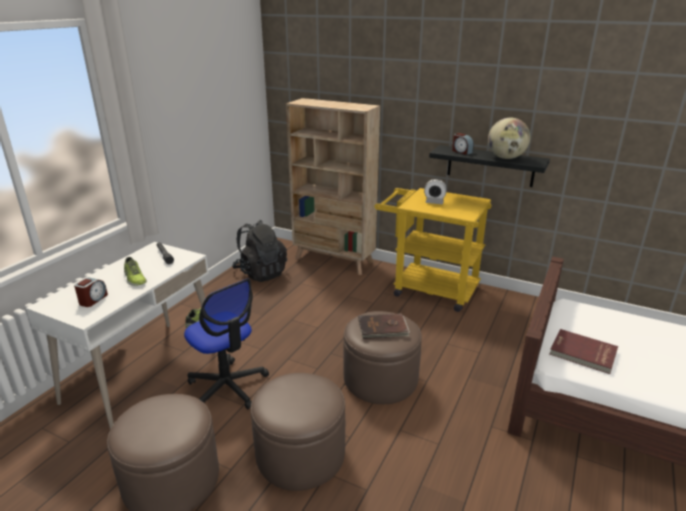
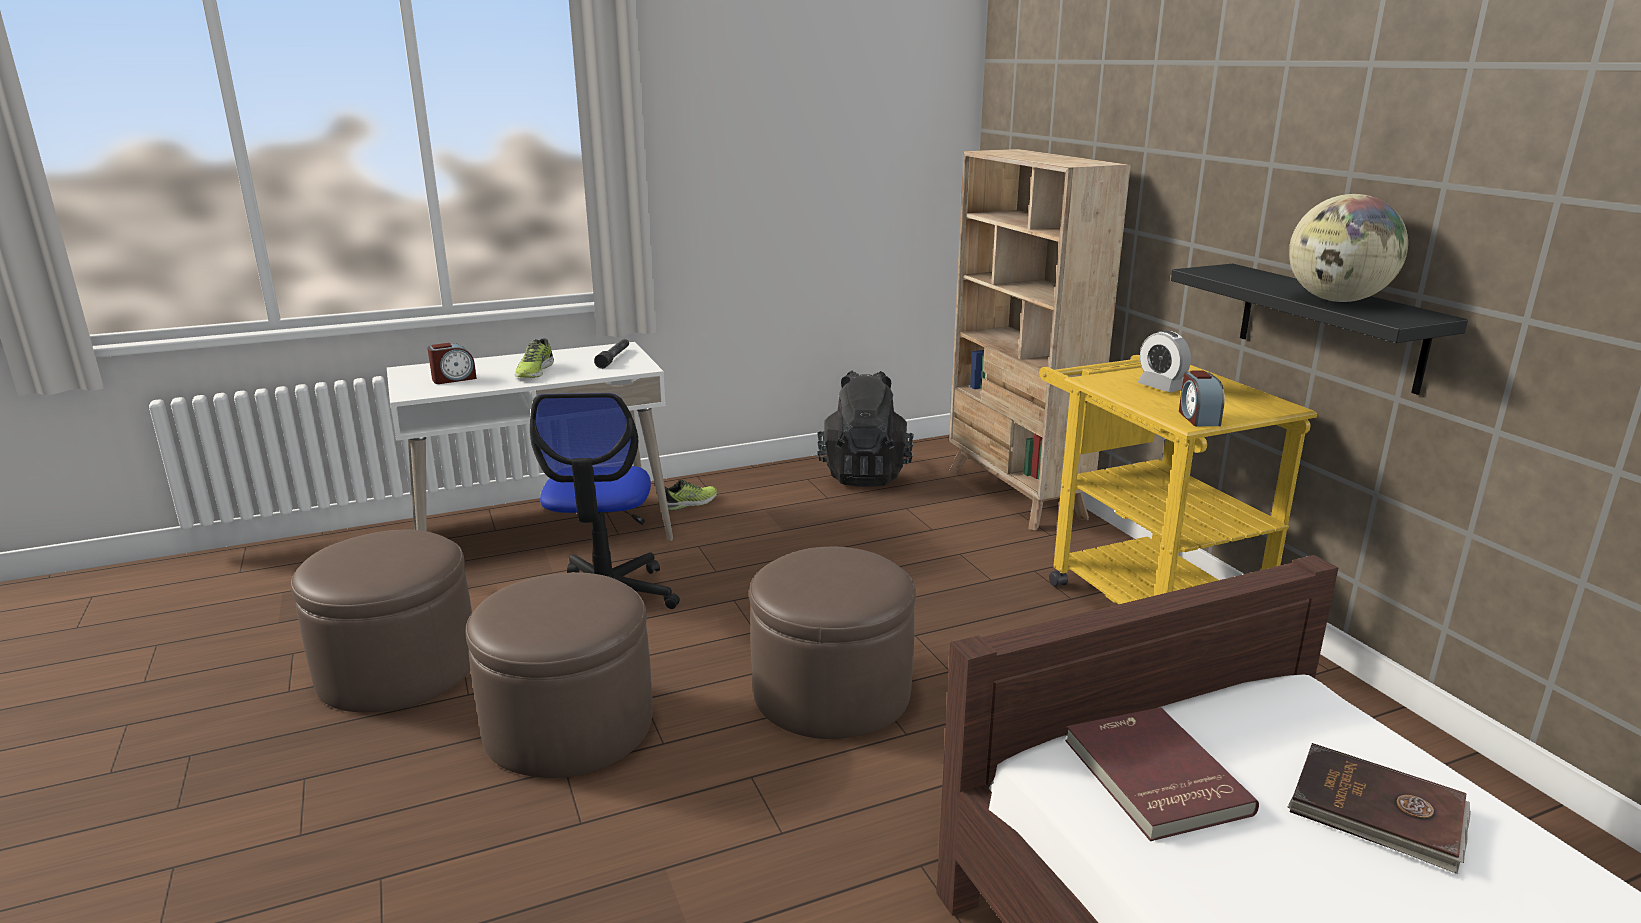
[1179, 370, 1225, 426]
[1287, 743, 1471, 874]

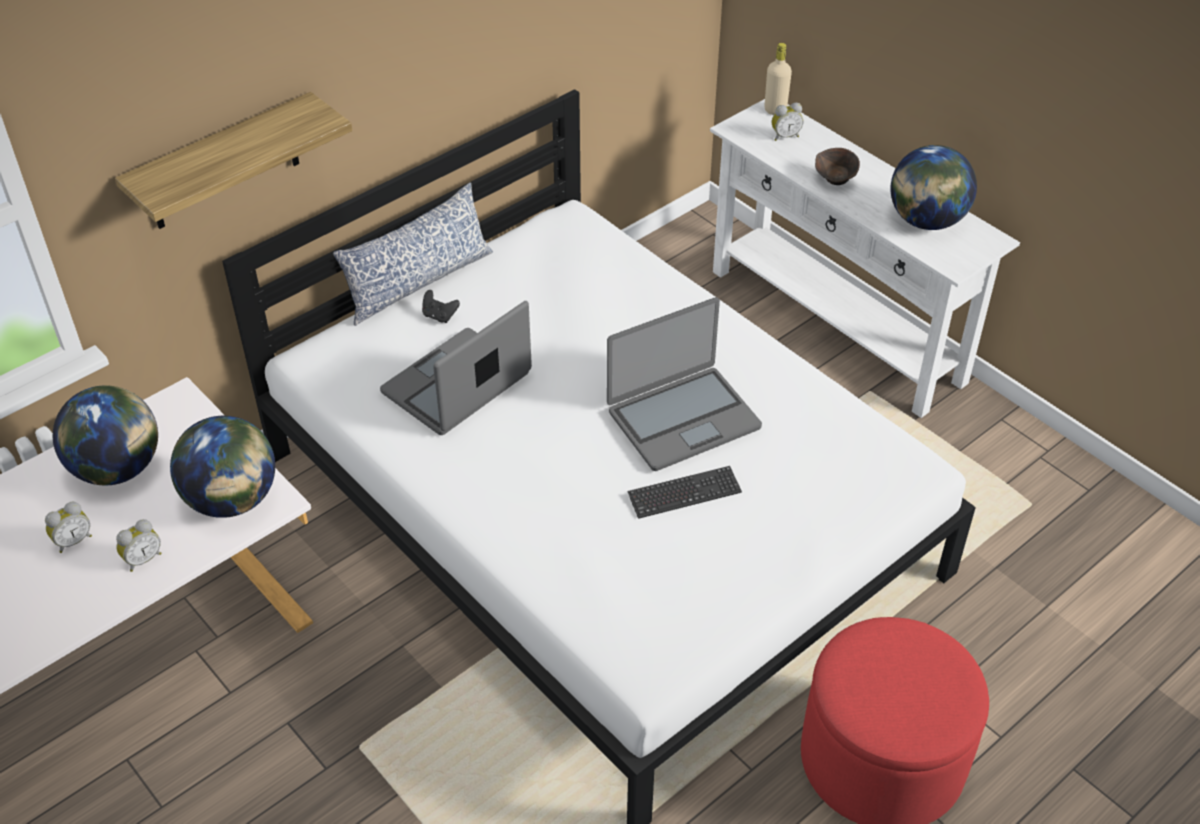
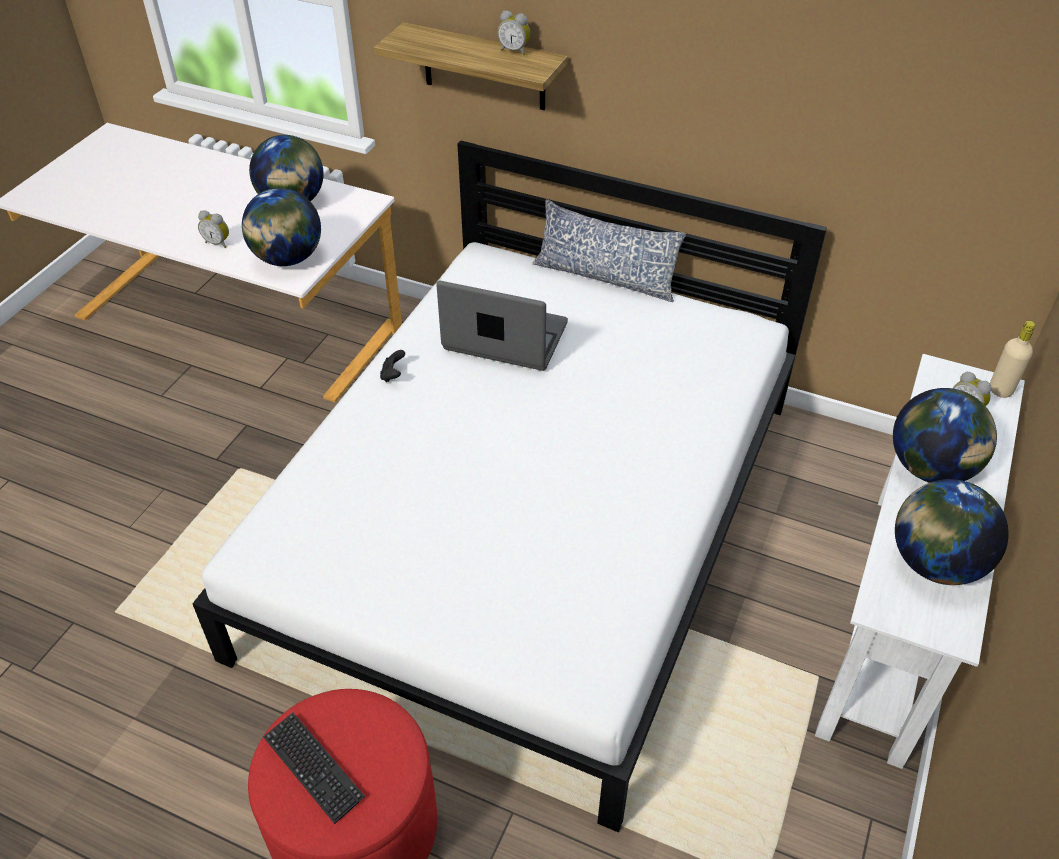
[893, 388, 997, 483]
[380, 350, 405, 382]
[607, 297, 762, 471] (first image)
[263, 713, 365, 824]
[497, 11, 530, 55]

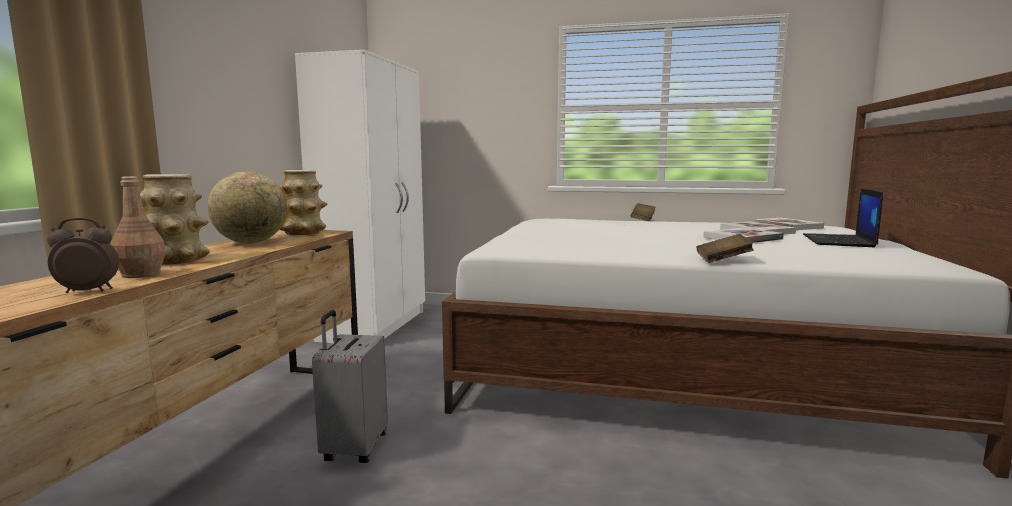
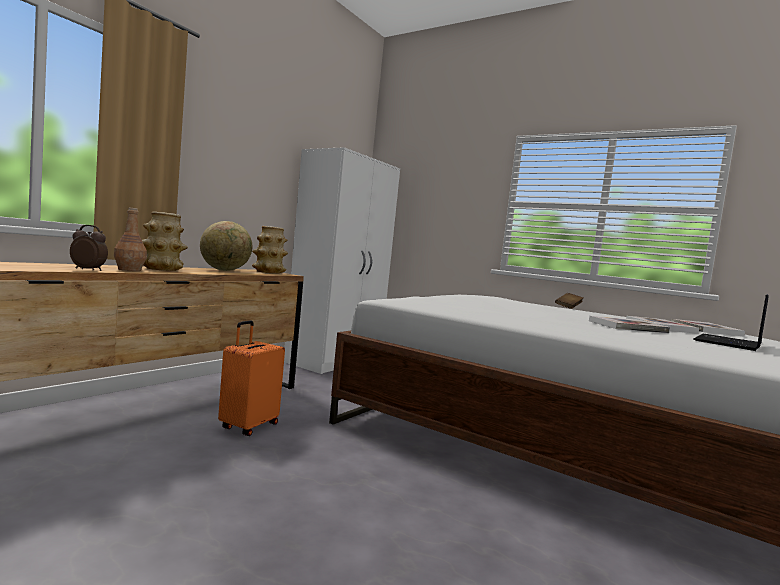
[696, 234, 754, 263] (first image)
[218, 320, 285, 436]

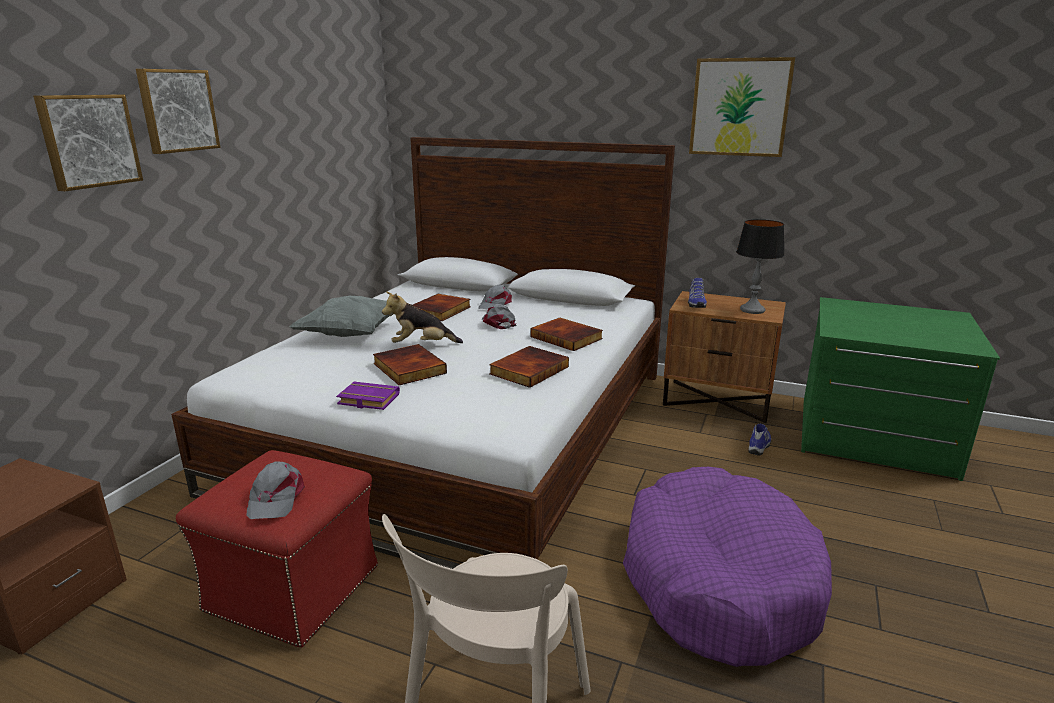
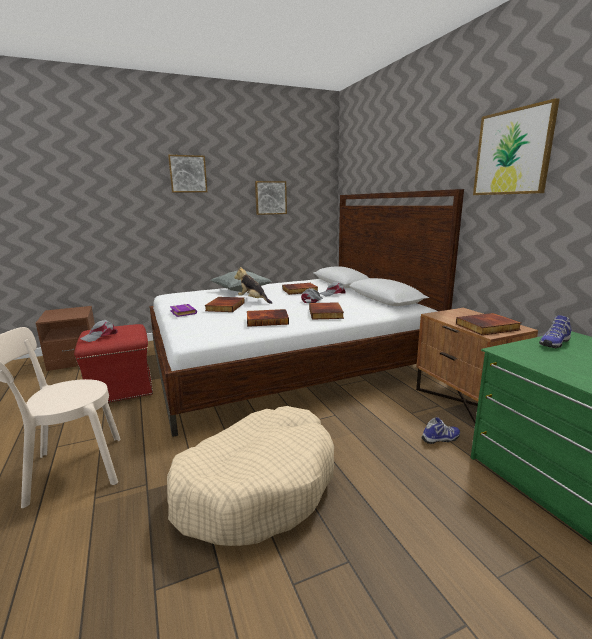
[255, 181, 287, 215]
[456, 313, 521, 335]
[539, 315, 571, 348]
[167, 406, 334, 546]

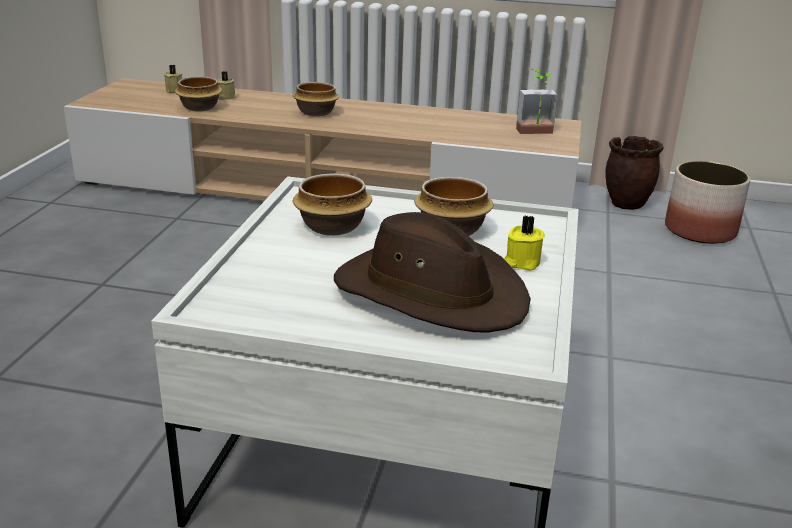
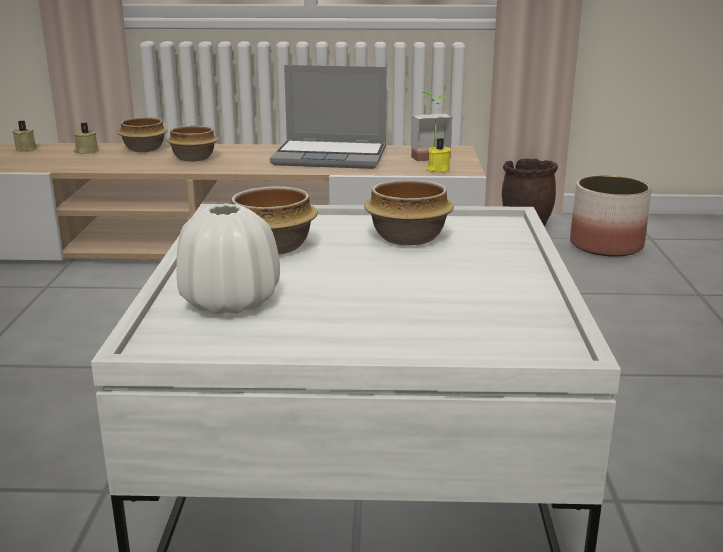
[117, 117, 168, 152]
[334, 212, 531, 333] (first image)
[426, 138, 451, 172]
[270, 65, 387, 169]
[176, 204, 280, 315]

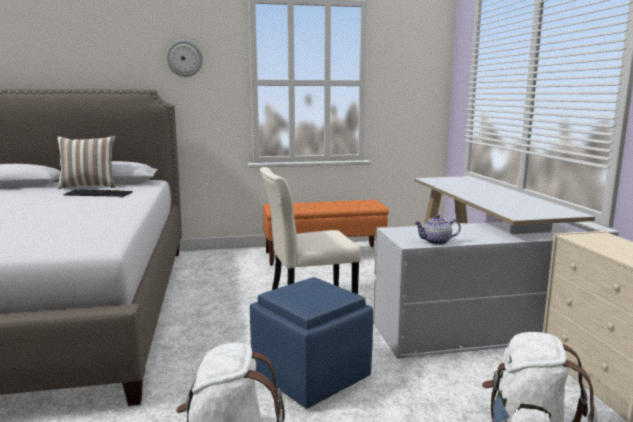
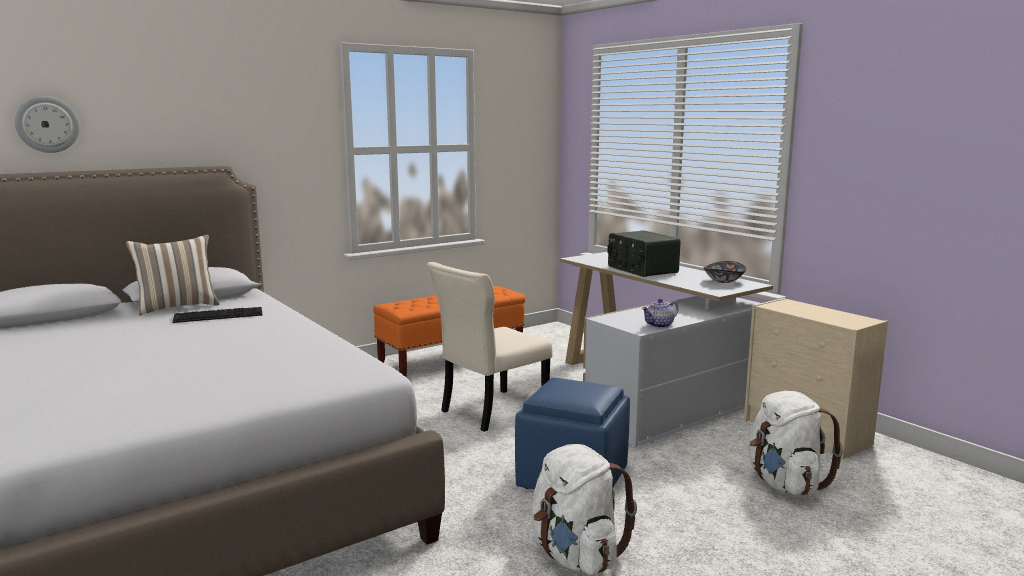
[15, 96, 80, 153]
[607, 230, 680, 277]
[704, 261, 747, 283]

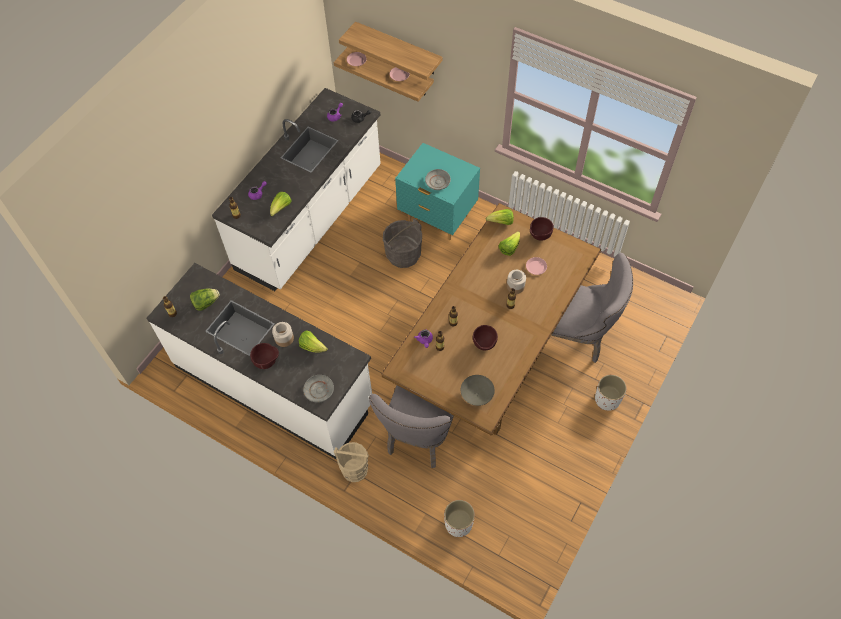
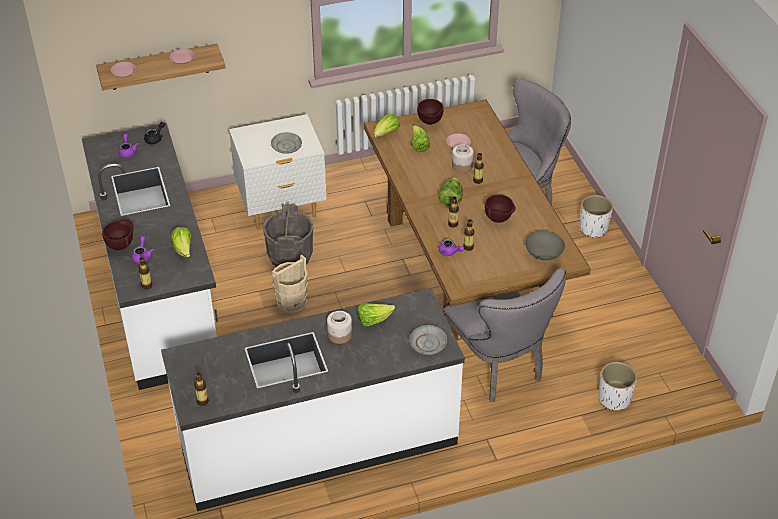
[339, 21, 443, 80] (first image)
[229, 114, 327, 230]
[438, 178, 463, 207]
[102, 219, 134, 250]
[272, 255, 308, 314]

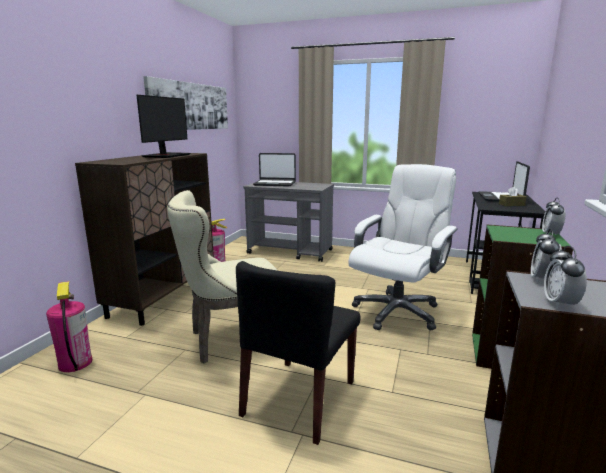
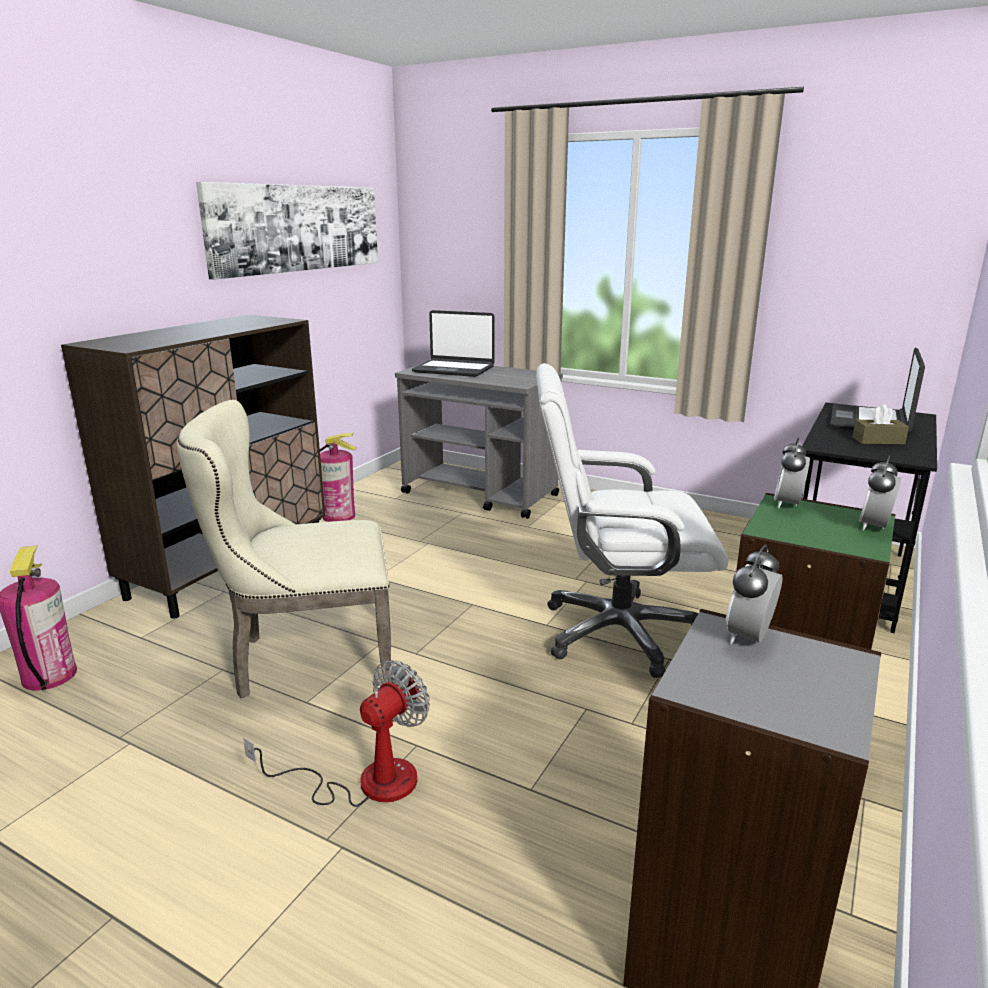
[137, 95, 190, 158] (first image)
[536, 363, 728, 678]
[774, 437, 810, 508]
[243, 660, 430, 807]

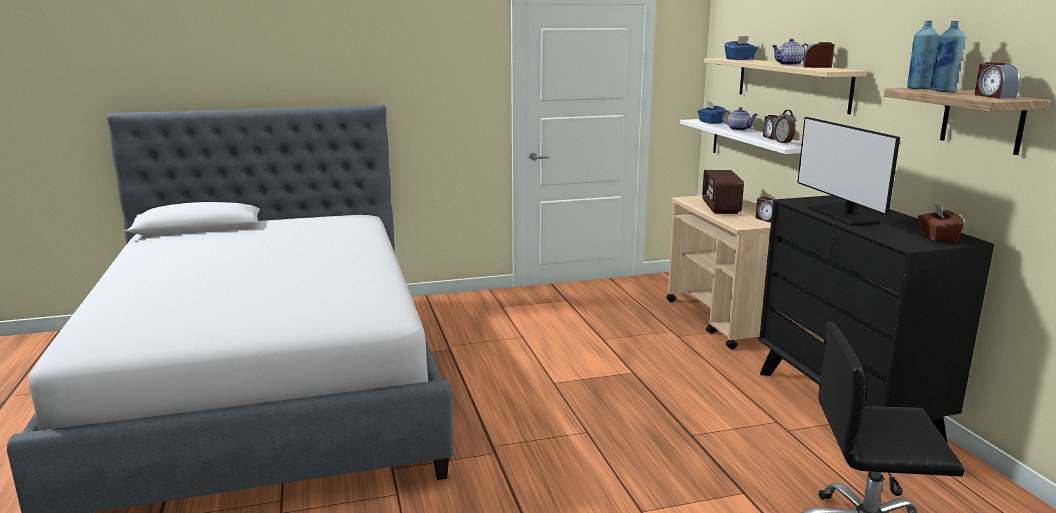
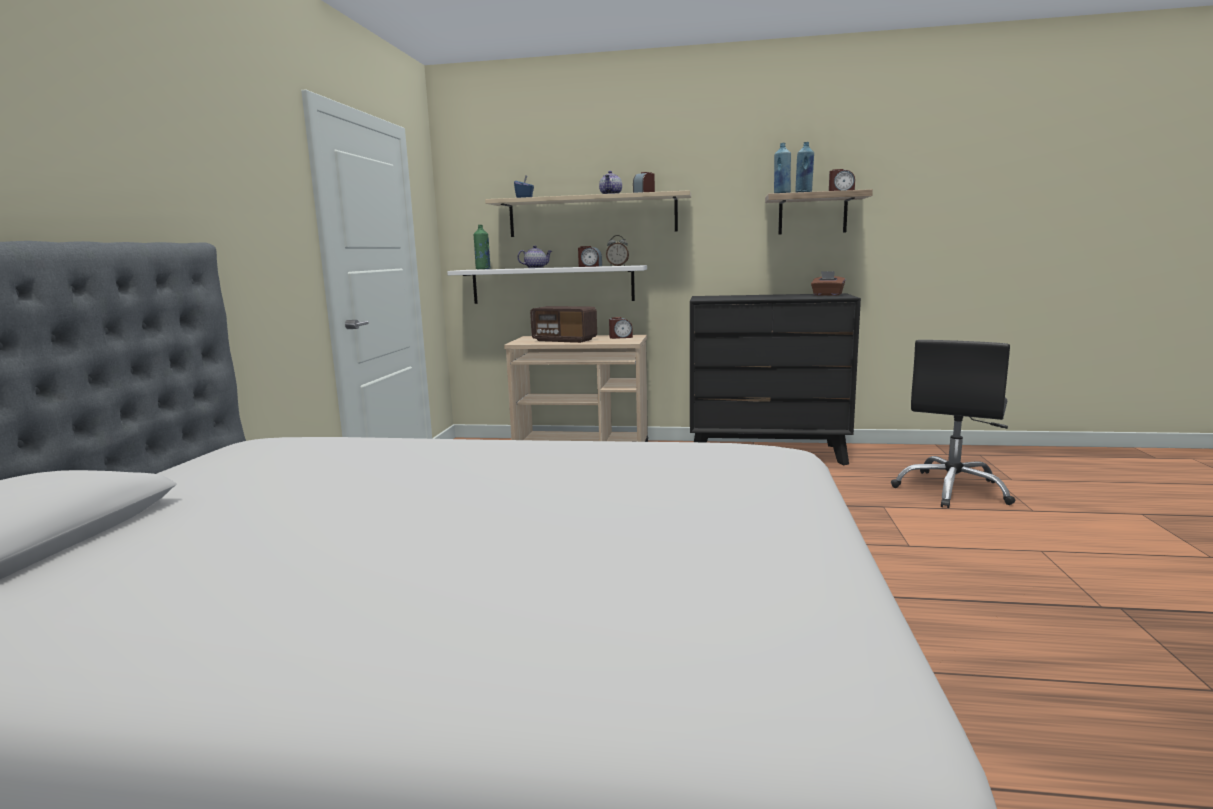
[474, 225, 491, 269]
[797, 117, 900, 226] (first image)

